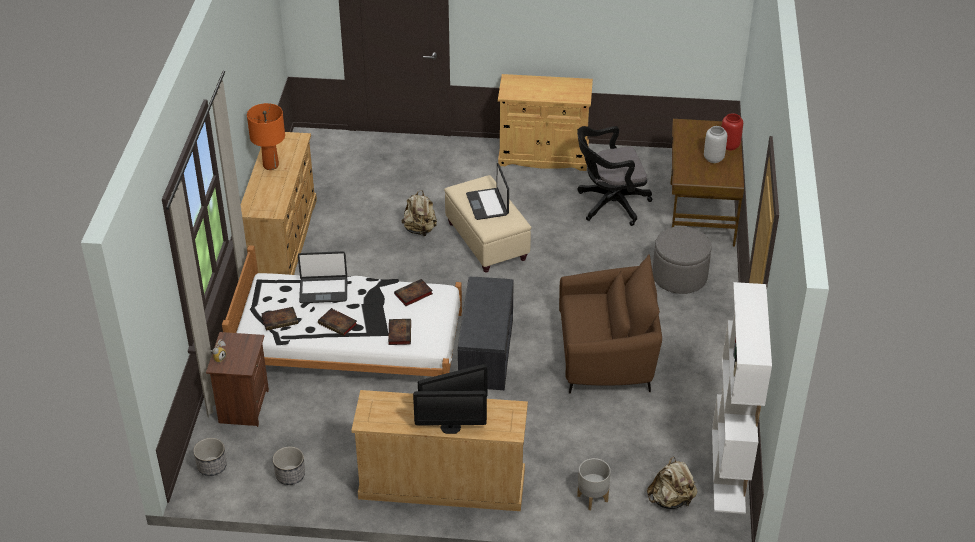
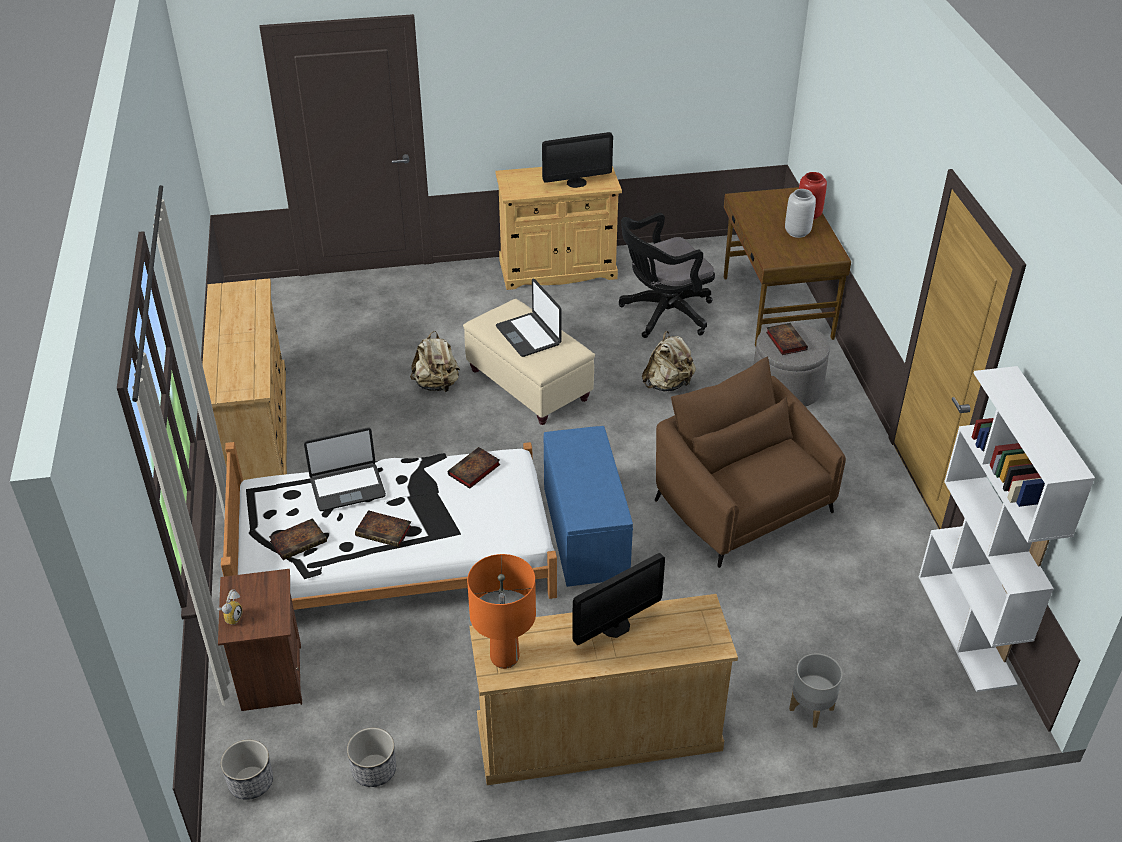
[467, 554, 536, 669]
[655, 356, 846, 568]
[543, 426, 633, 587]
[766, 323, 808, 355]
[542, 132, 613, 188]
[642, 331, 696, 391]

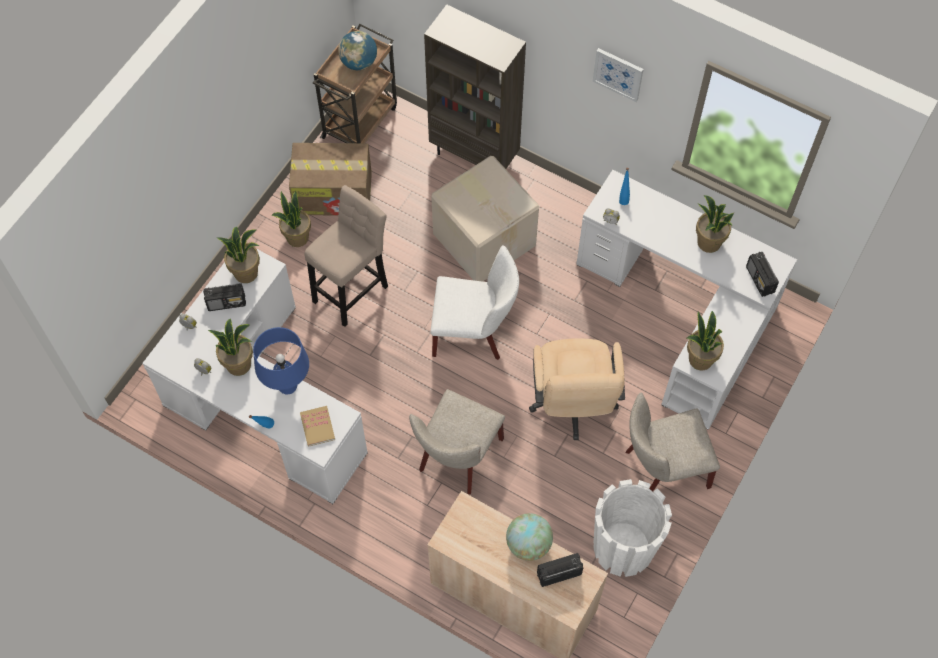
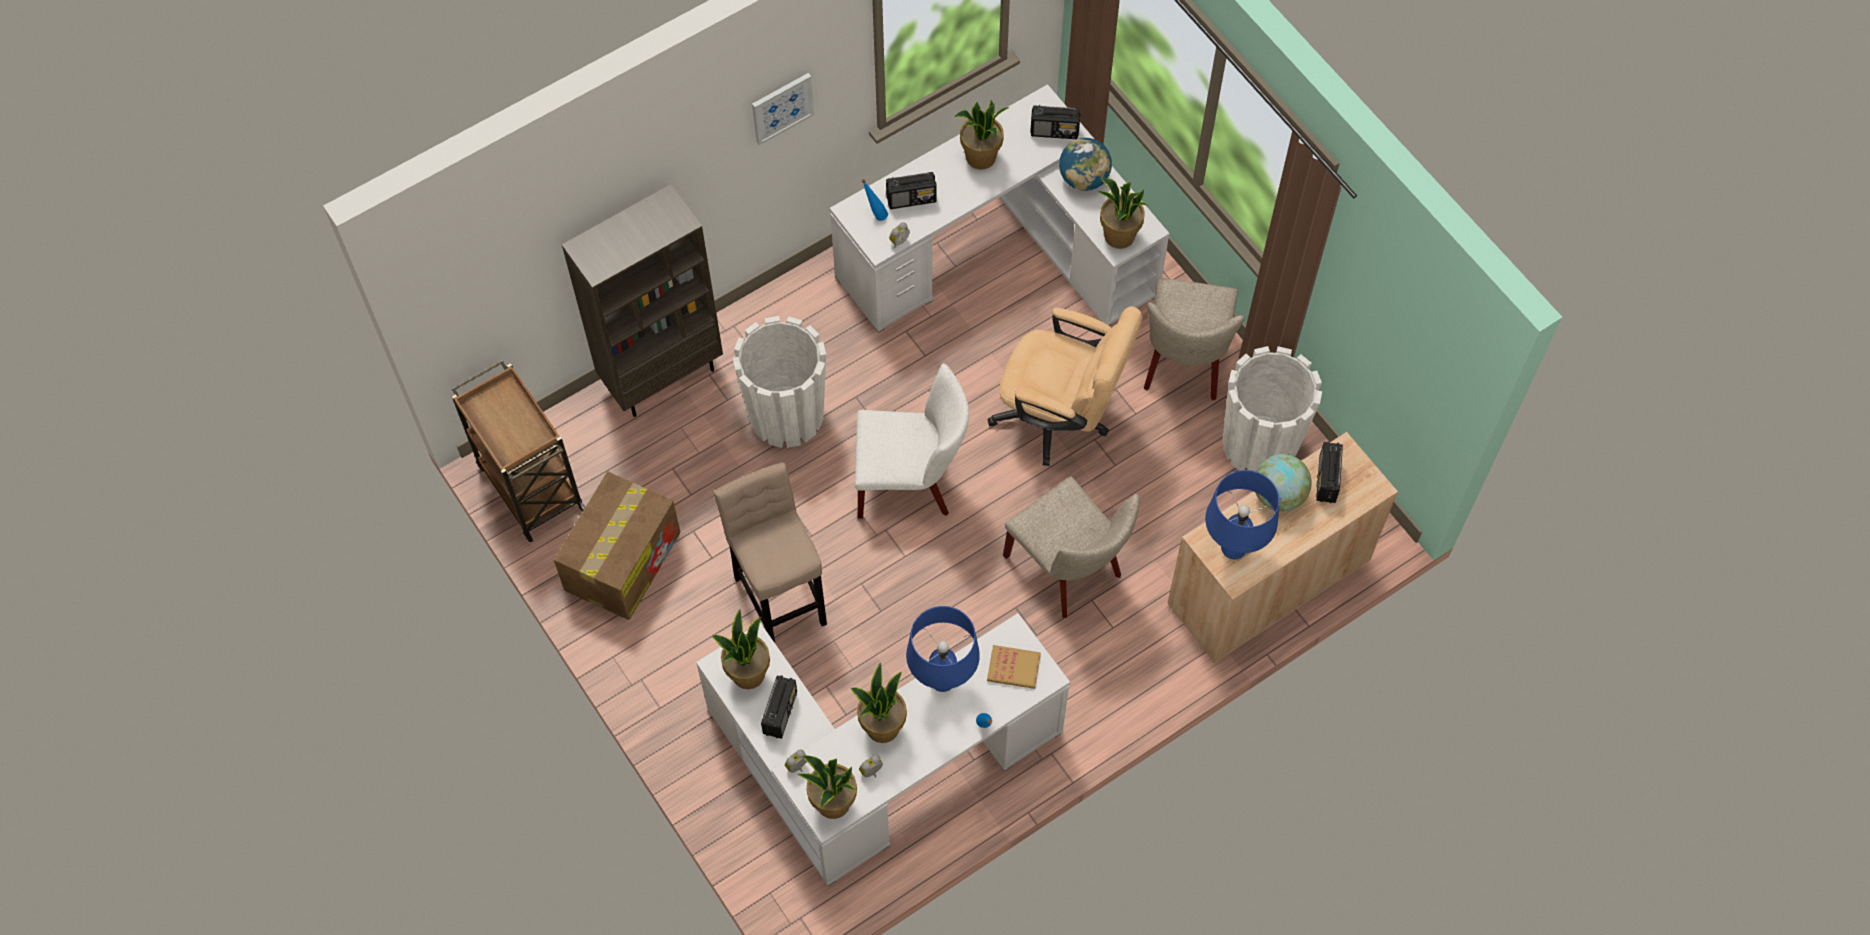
[1059, 138, 1112, 191]
[733, 316, 826, 448]
[798, 756, 857, 819]
[855, 364, 969, 519]
[886, 172, 937, 209]
[1205, 470, 1280, 559]

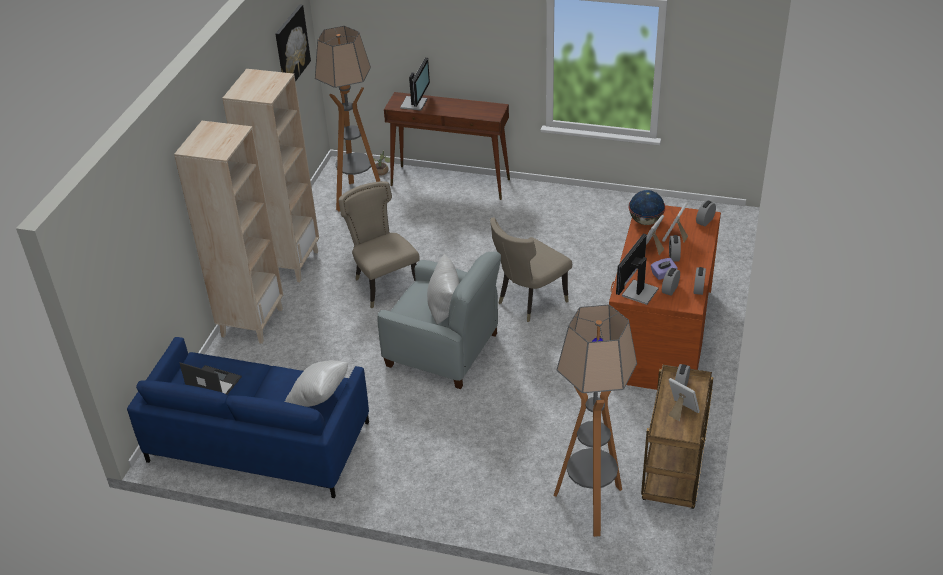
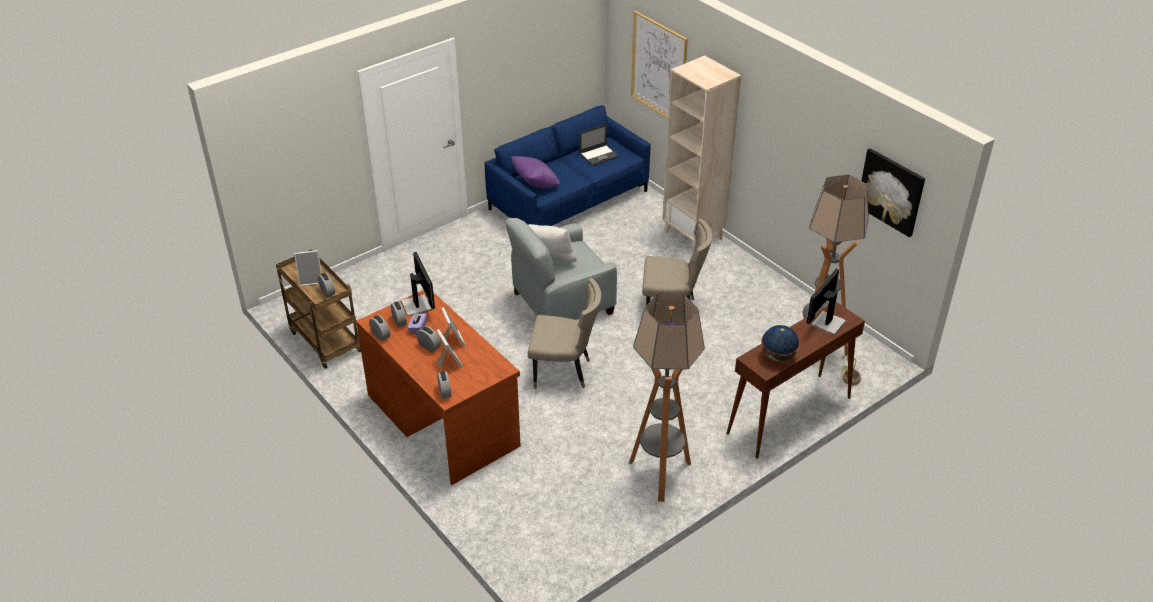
[806, 269, 846, 335]
[222, 69, 319, 282] (first image)
[761, 325, 800, 362]
[528, 278, 602, 389]
[629, 293, 705, 502]
[511, 156, 560, 188]
[631, 11, 688, 119]

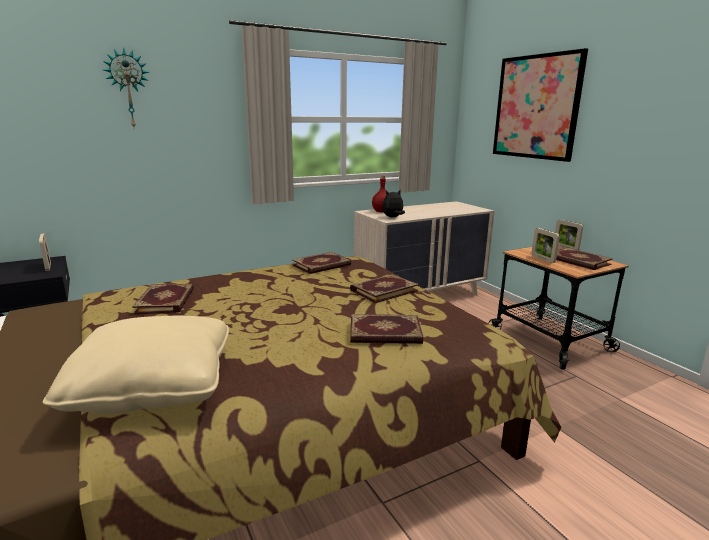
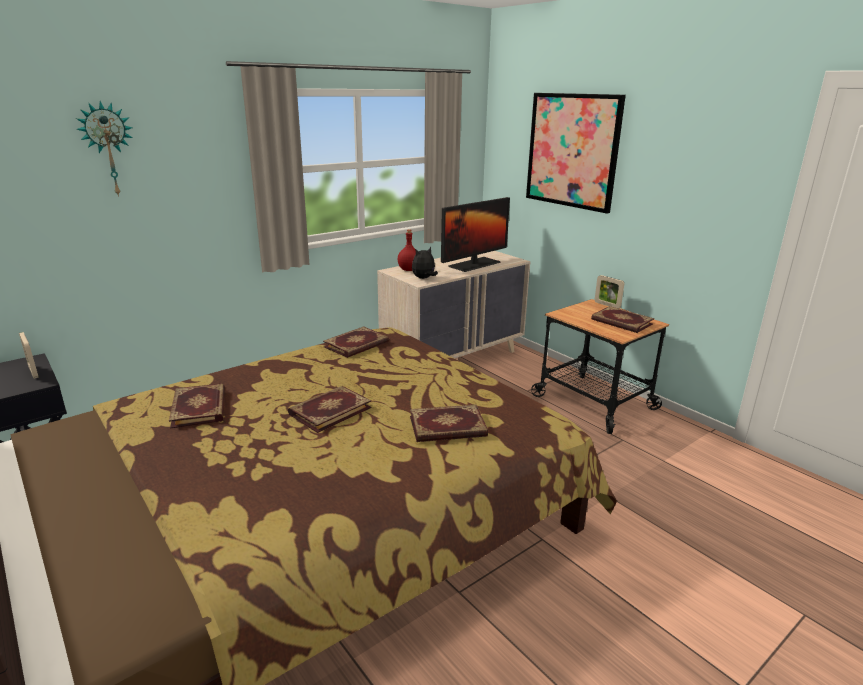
[531, 228, 560, 263] (first image)
[288, 386, 371, 433]
[43, 316, 229, 414] (first image)
[441, 197, 510, 272]

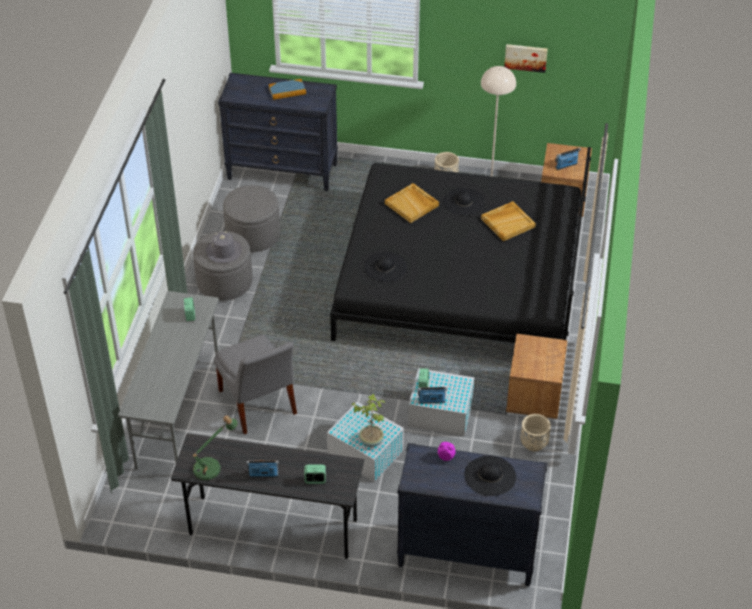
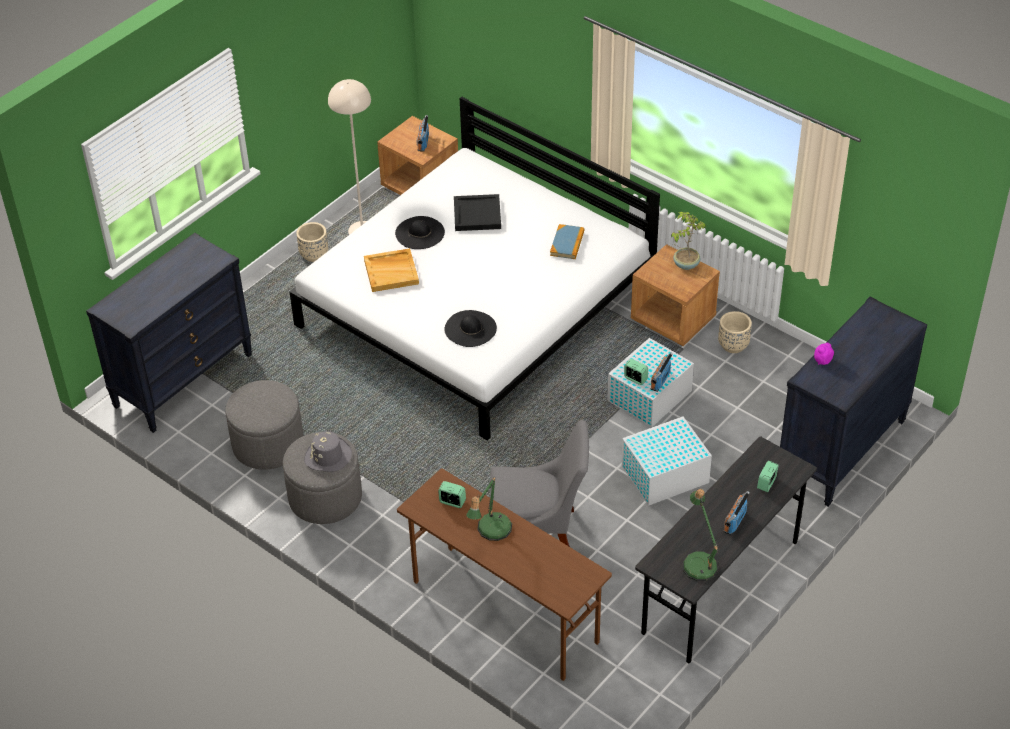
[504, 44, 548, 73] (first image)
[550, 224, 584, 259]
[289, 97, 660, 441]
[454, 194, 501, 231]
[397, 469, 612, 681]
[671, 212, 706, 270]
[464, 455, 516, 496] (first image)
[466, 476, 512, 541]

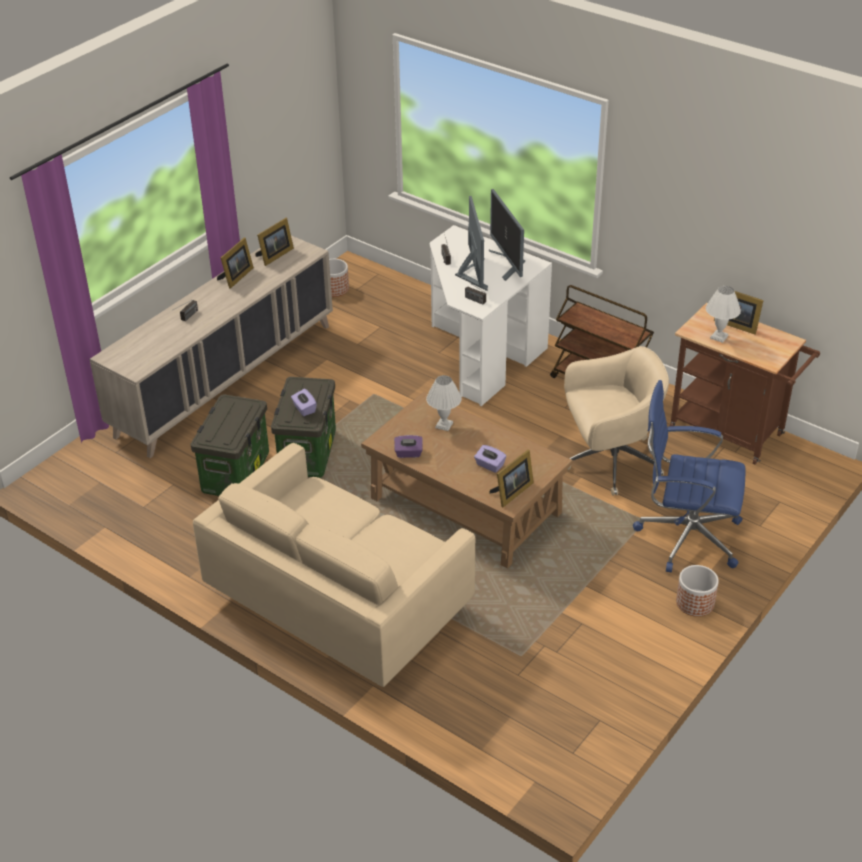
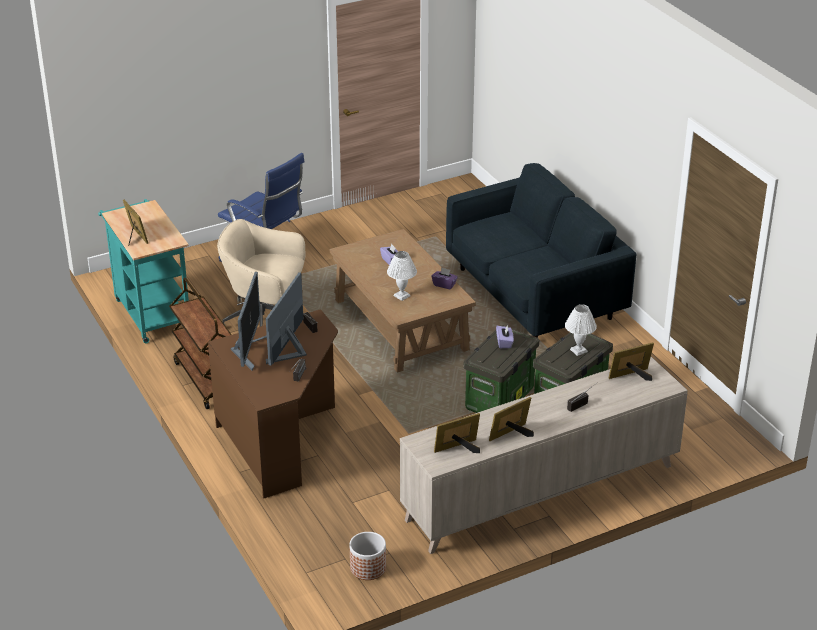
[208, 309, 338, 499]
[565, 304, 597, 356]
[98, 199, 189, 344]
[446, 163, 636, 338]
[609, 342, 654, 381]
[676, 565, 719, 617] (first image)

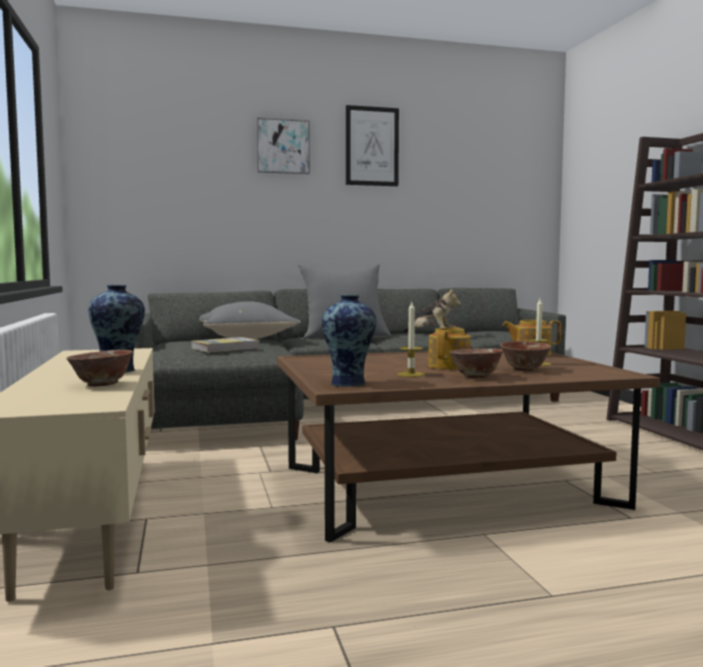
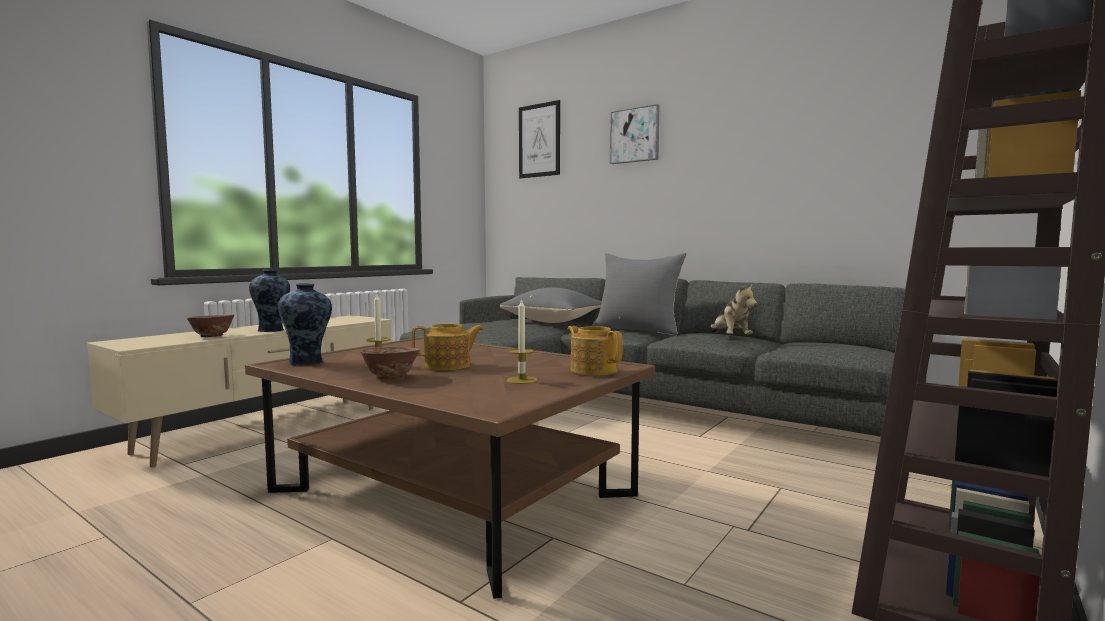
[519, 100, 560, 178]
[191, 337, 260, 353] (first image)
[500, 341, 551, 371] (first image)

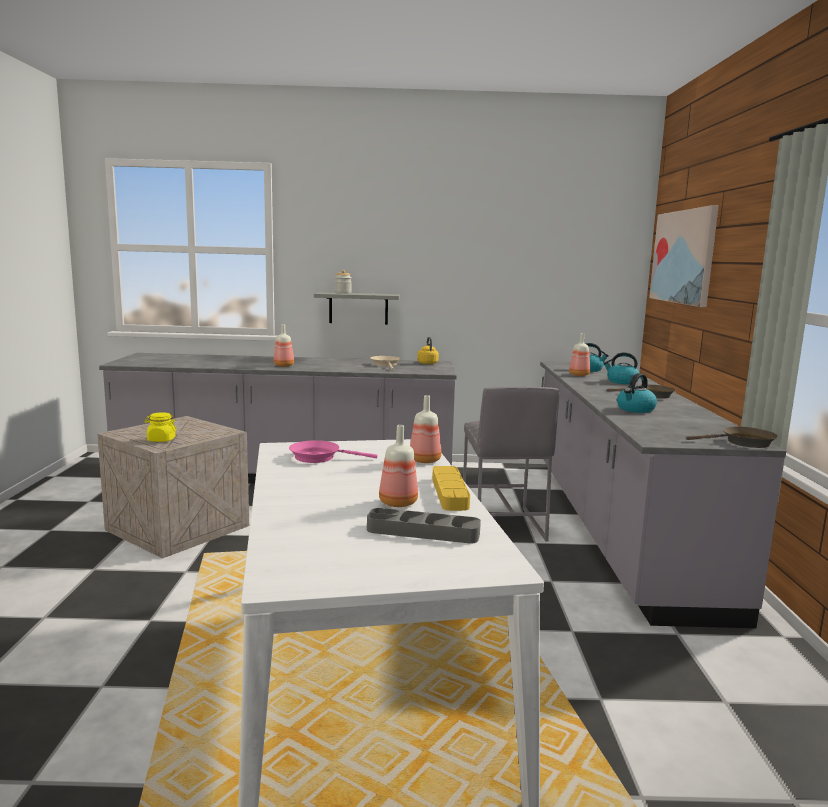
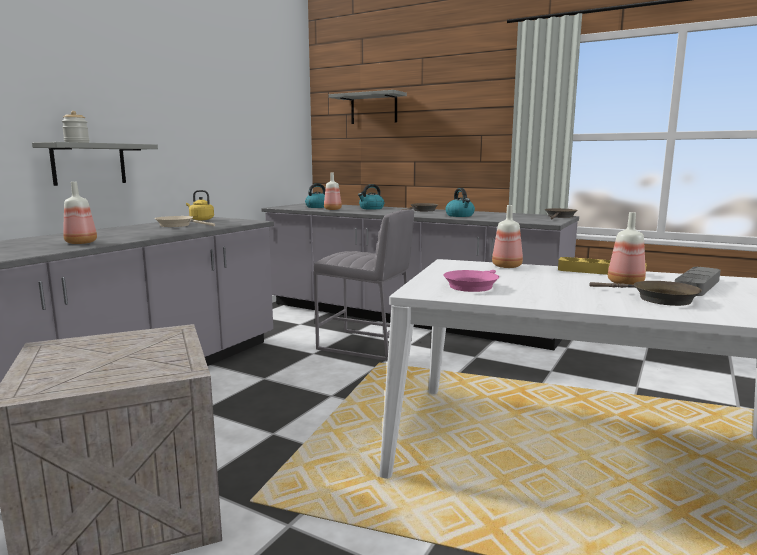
[329, 90, 407, 124]
[145, 412, 176, 442] (first image)
[589, 281, 702, 306]

